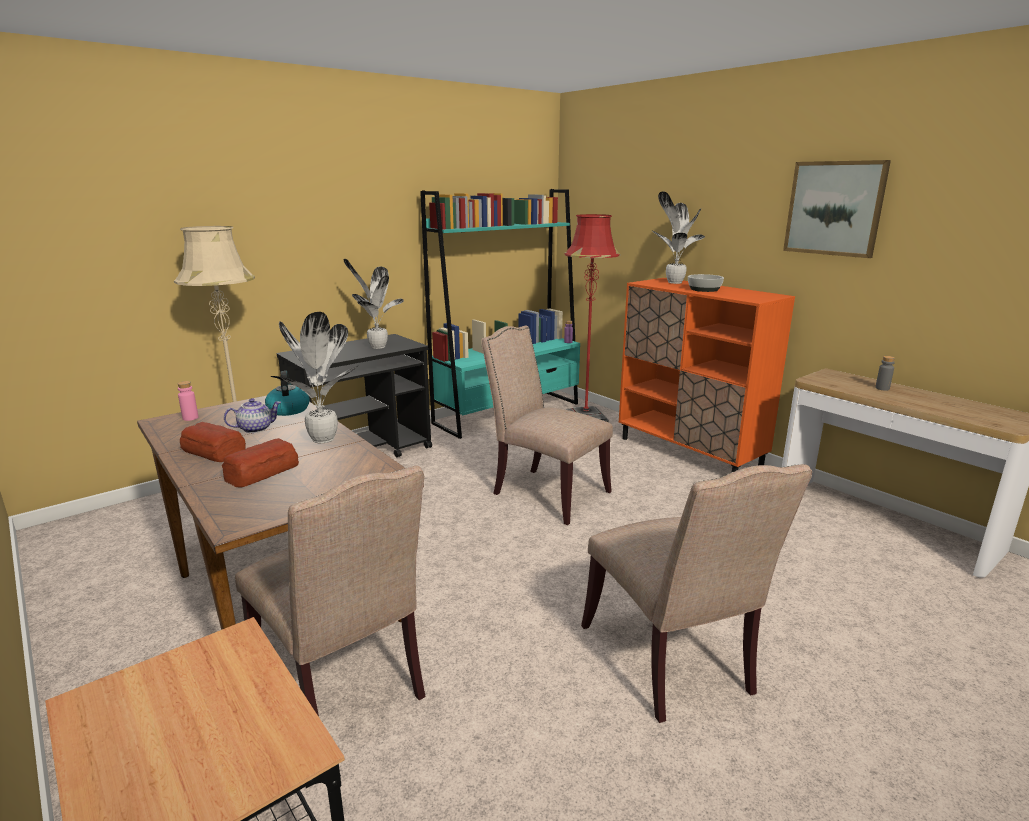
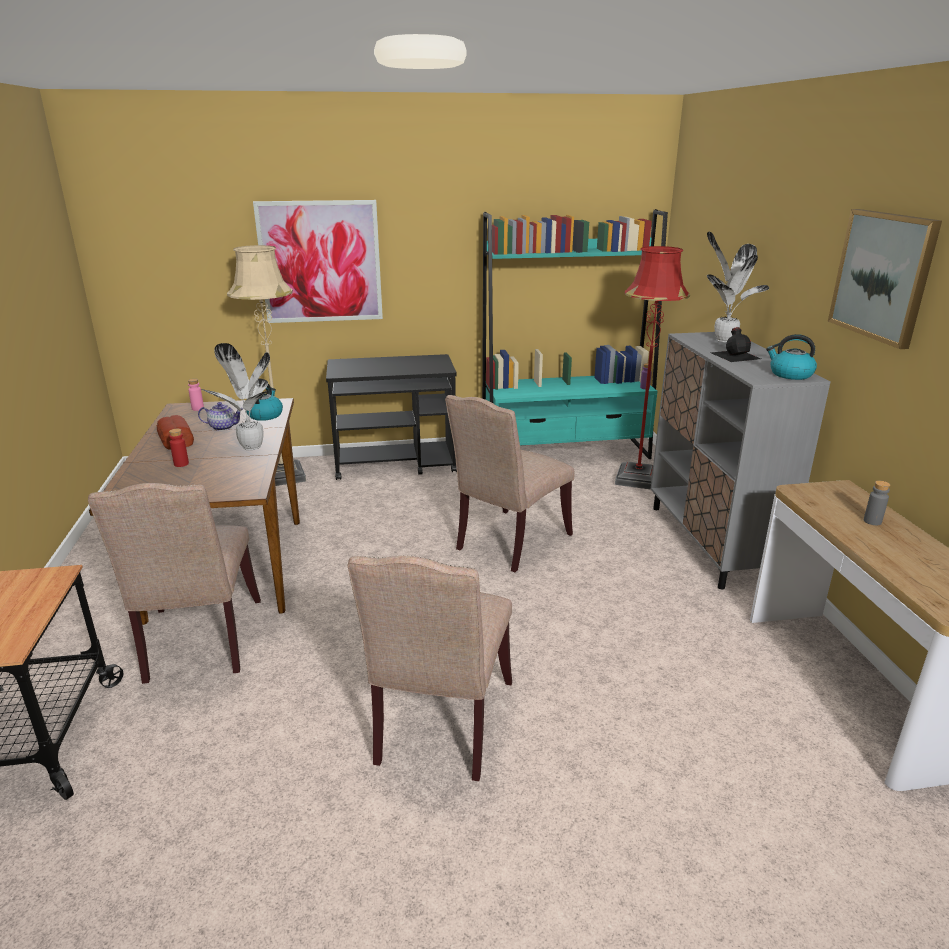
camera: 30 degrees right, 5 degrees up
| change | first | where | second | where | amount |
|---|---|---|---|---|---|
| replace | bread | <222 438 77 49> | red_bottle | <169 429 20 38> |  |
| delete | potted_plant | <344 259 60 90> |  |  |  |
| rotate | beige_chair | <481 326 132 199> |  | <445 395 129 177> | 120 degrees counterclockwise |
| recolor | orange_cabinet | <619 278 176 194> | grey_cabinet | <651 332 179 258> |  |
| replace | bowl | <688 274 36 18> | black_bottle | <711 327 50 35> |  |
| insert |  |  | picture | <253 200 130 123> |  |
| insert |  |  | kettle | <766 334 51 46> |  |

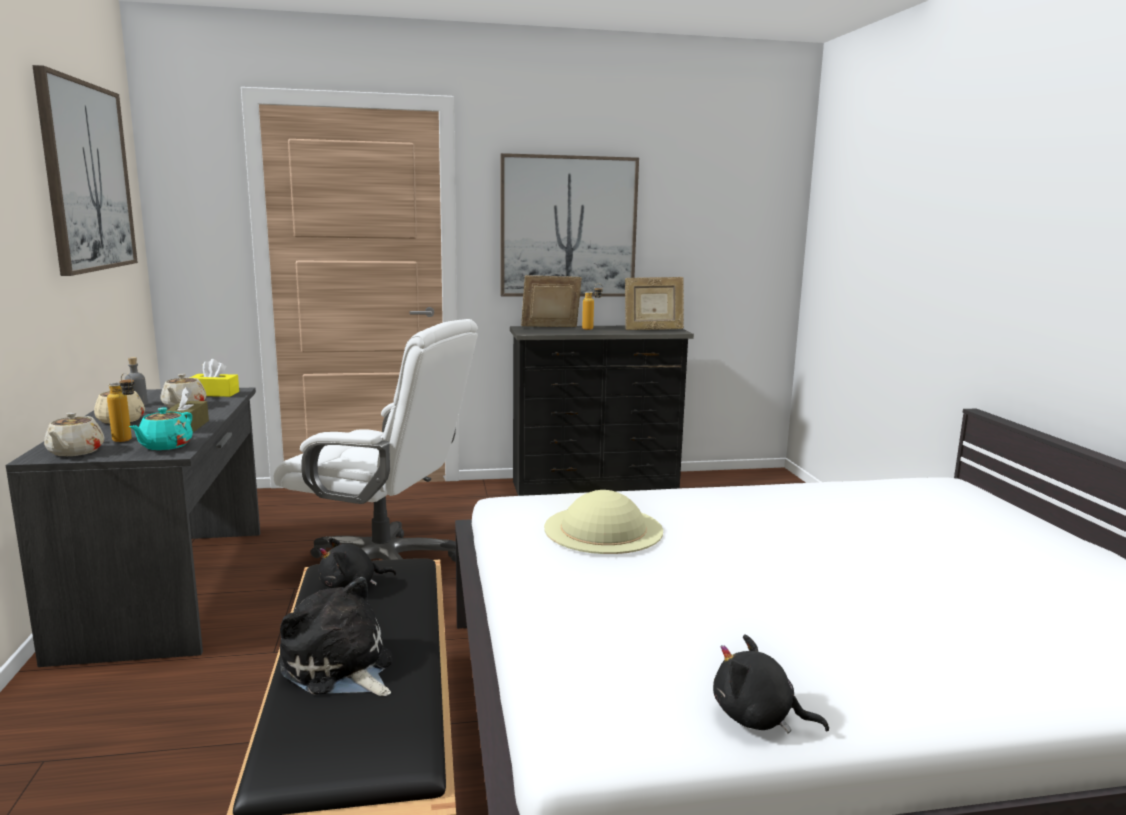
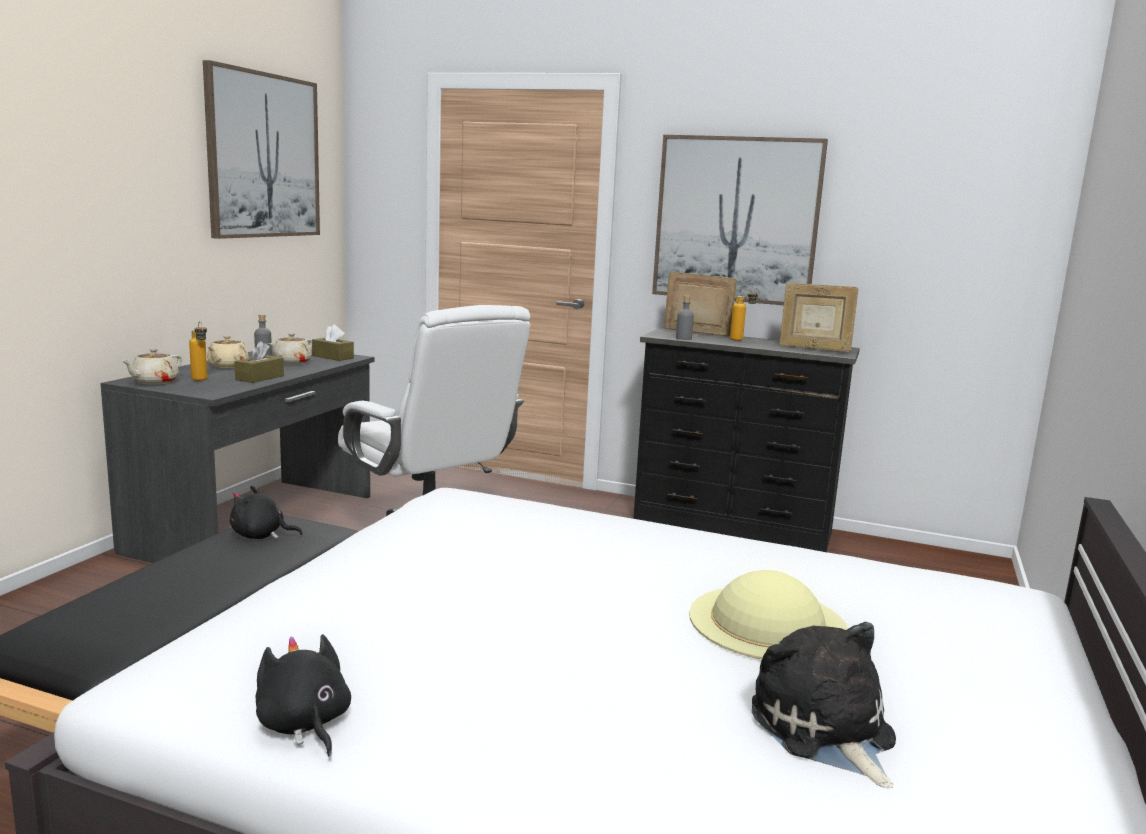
camera: 30 degrees right, 0 degrees up
| change | first | where | second | where | amount |
|---|---|---|---|---|---|
| delete | turquoise_teapot | <129 408 64 42> |  |  |  |
| recolor | yellow_tissue_box | <189 359 50 38> | brown_tissue_box | <312 324 42 37> |  |
| move | plush_toy | <280 577 113 119> |  | <752 622 144 166> |  |
| move | beige_hat | <544 490 119 64> |  | <689 570 159 89> |  |
| insert |  |  | grey_bottle | <676 295 18 45> |  |

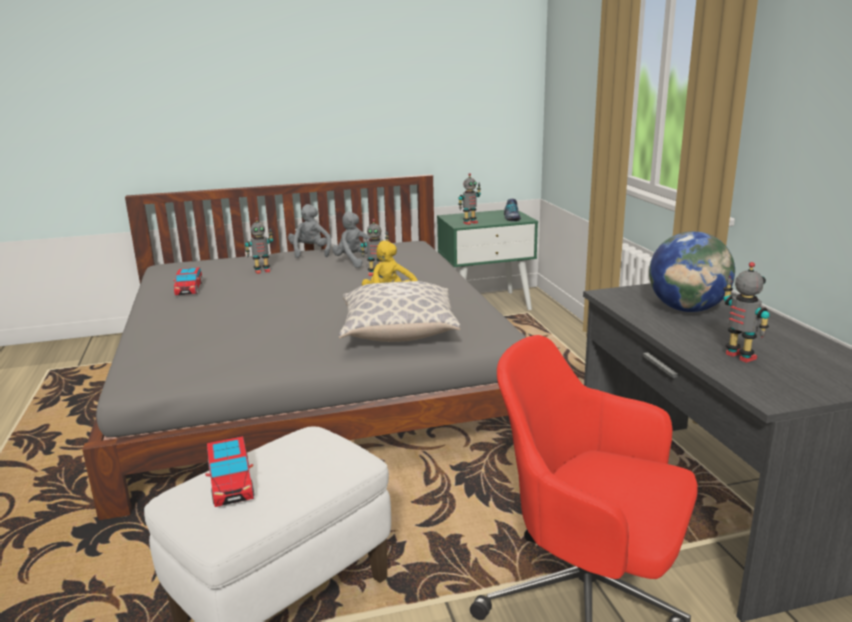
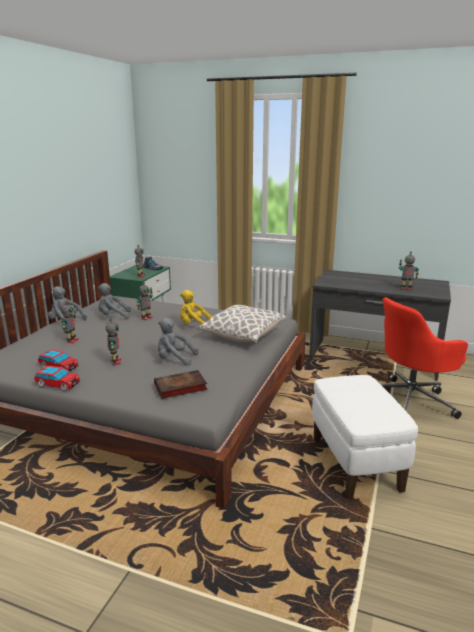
camera: 55 degrees left, 0 degrees up
| change | first | where | second | where | amount |
|---|---|---|---|---|---|
| move | toy_car | <205 436 49 71> |  | <34 366 46 25> |  |
| delete | globe | <649 231 86 81> |  |  |  |
| insert |  |  | toy_robot | <106 319 15 46> |  |
| insert |  |  | book | <154 370 53 29> |  |
| insert |  |  | grey_plush_toy | <158 318 40 48> |  |

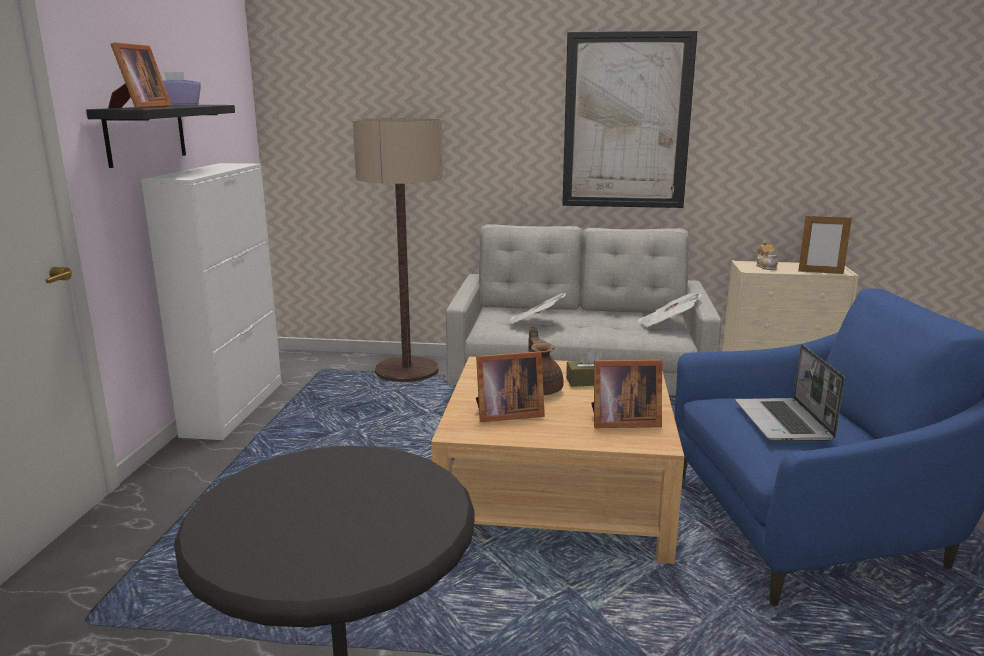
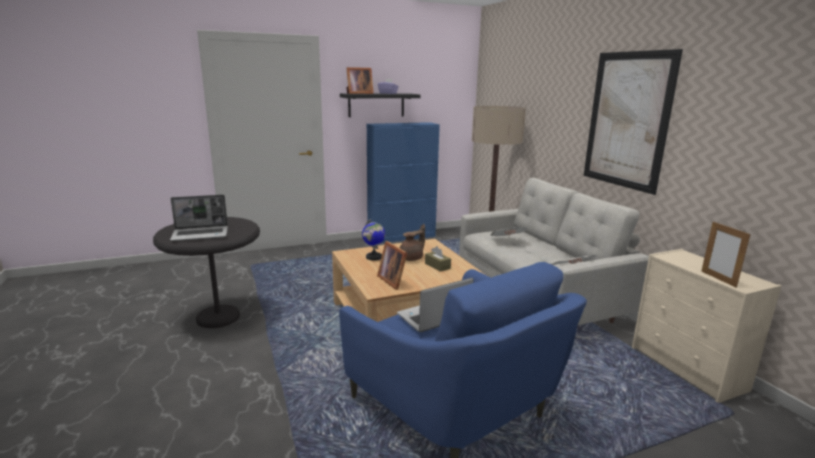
camera: 60 degrees right, 0 degrees up
| change | first | where | second | where | amount |
|---|---|---|---|---|---|
| recolor | white_cabinet | <141 163 141 277> | blue_cabinet | <367 122 73 121> |  |
| replace | picture_frame | <476 351 69 71> | globe | <362 219 23 42> |  |
| delete | teapot | <756 240 22 30> |  |  |  |
| insert |  |  | laptop | <170 195 58 46> |  |

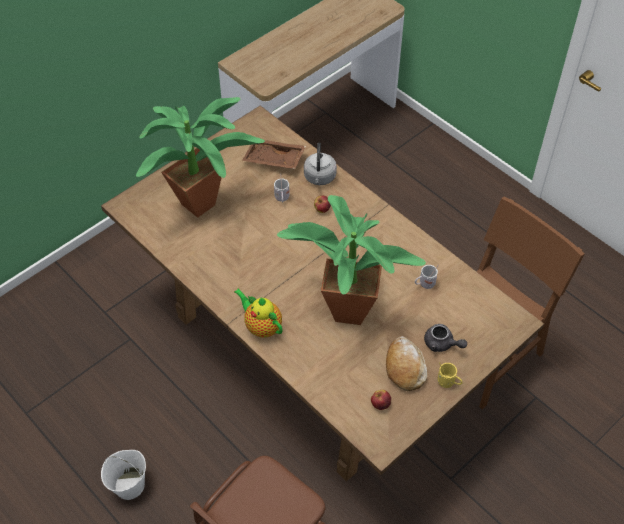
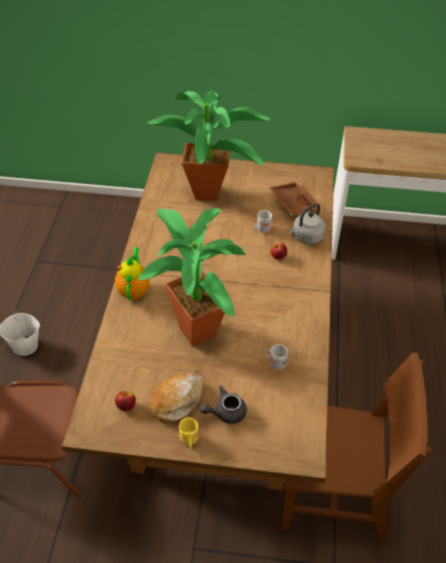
camera: 50 degrees right, 5 degrees down
| change | first | where | second | where | amount |
|---|---|---|---|---|---|
| rotate | grey_teapot | <424 324 43 28> |  | <200 385 47 39> | 75 degrees clockwise |

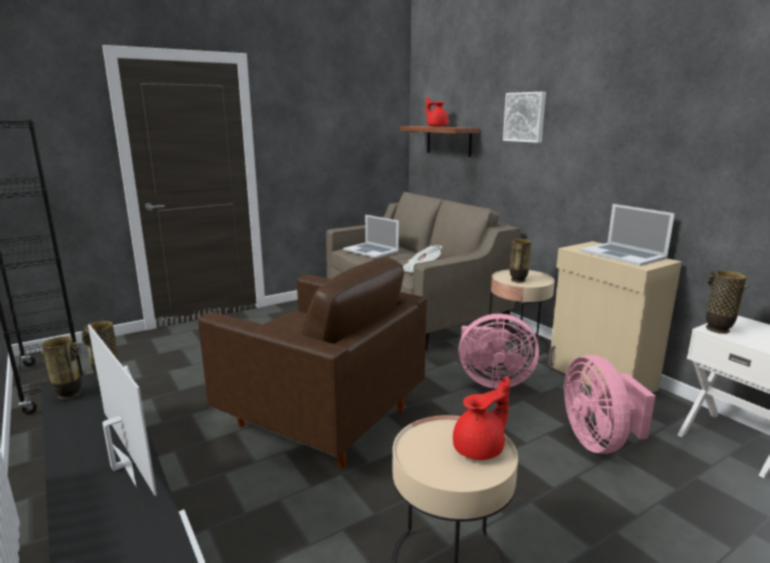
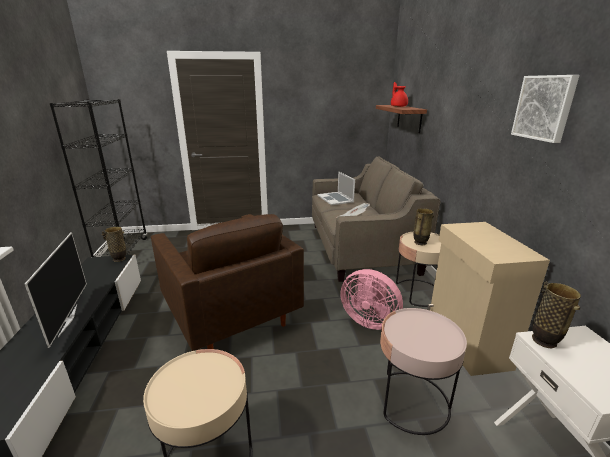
camera: 25 degrees right, 5 degrees up
| change | first | where | second | where | amount |
|---|---|---|---|---|---|
| delete | vase | <41 336 41 64> |  |  |  |
| delete | red_teapot | <453 377 57 83> |  |  |  |
| move | picture | <503 92 43 51> |  | <511 75 69 68> |  |
| replace | pink_fan | <564 355 91 99> | pink_side_table | <380 308 87 127> |  |
| delete | laptop | <580 204 95 62> |  |  |  |

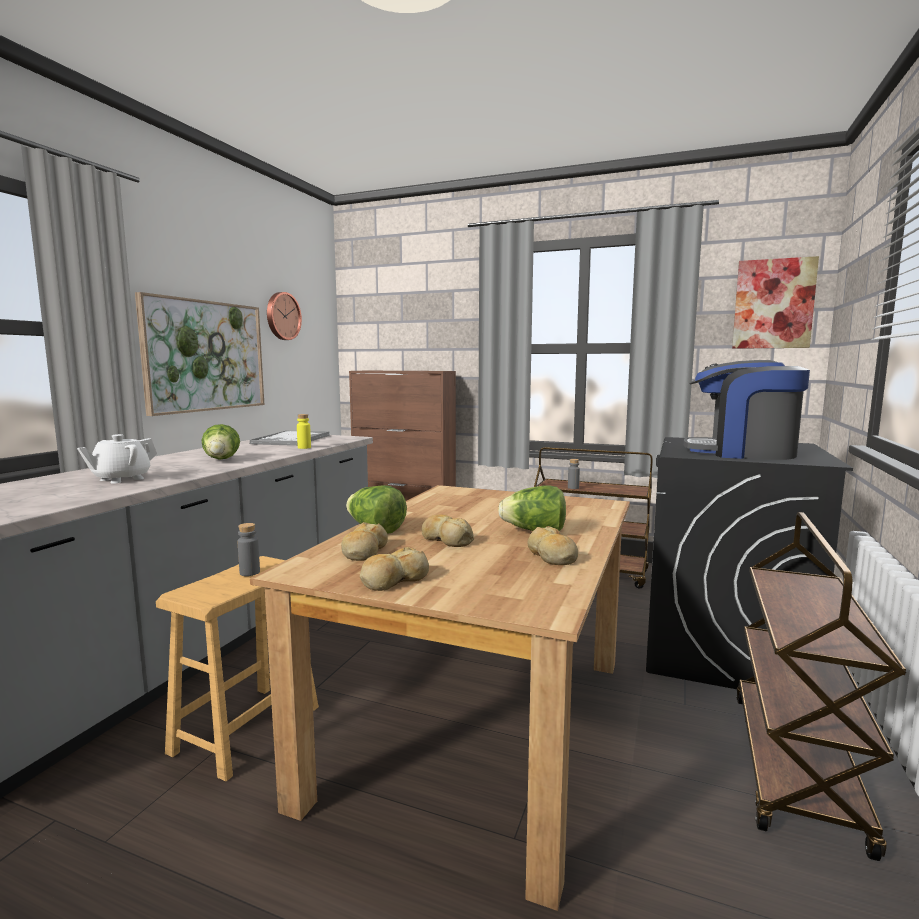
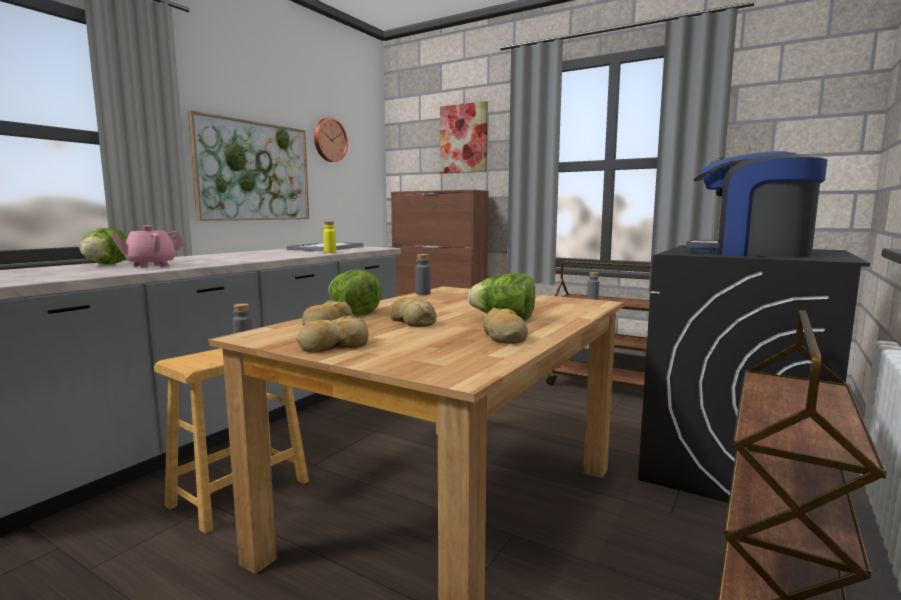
camera: 10 degrees right, 0 degrees up
| change | first | where | second | where | amount |
|---|---|---|---|---|---|
| recolor | white_teapot | <77 434 80 50> | pink_teapot | <111 225 73 42> |  |
| move | lettuce | <201 424 39 36> |  | <80 228 48 36> |  |
| move | picture | <732 256 87 93> |  | <440 101 48 73> |  |
| insert |  |  | grey_bottle | <415 254 16 41> |  |

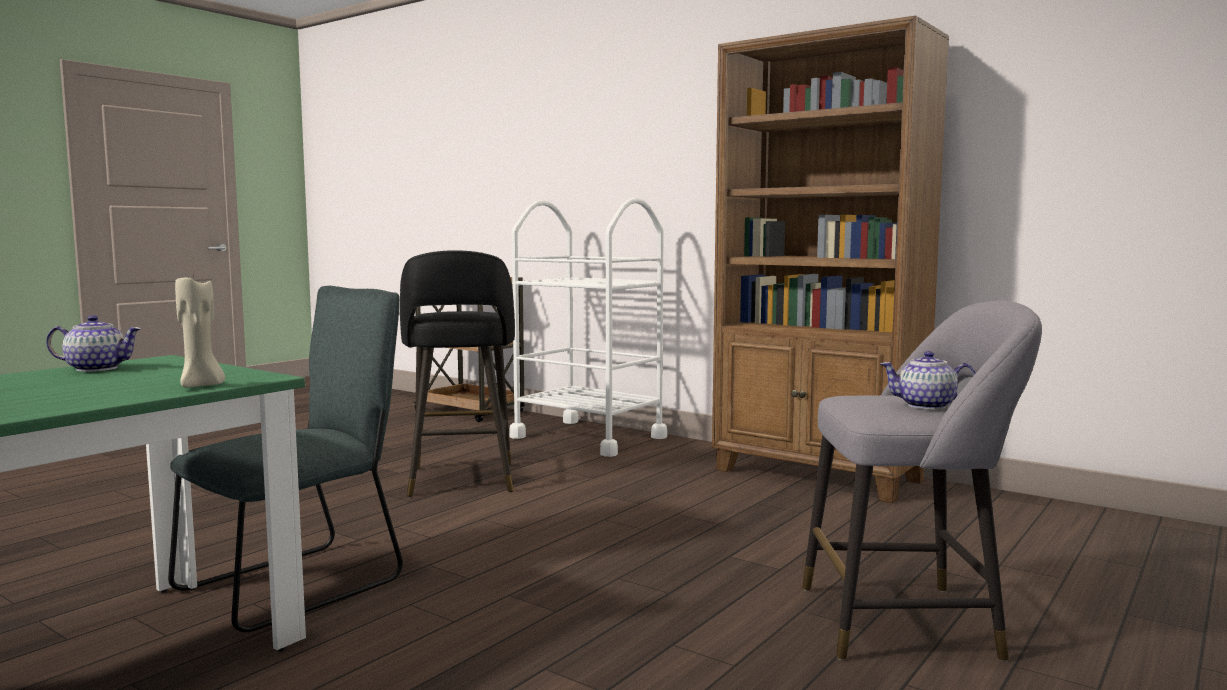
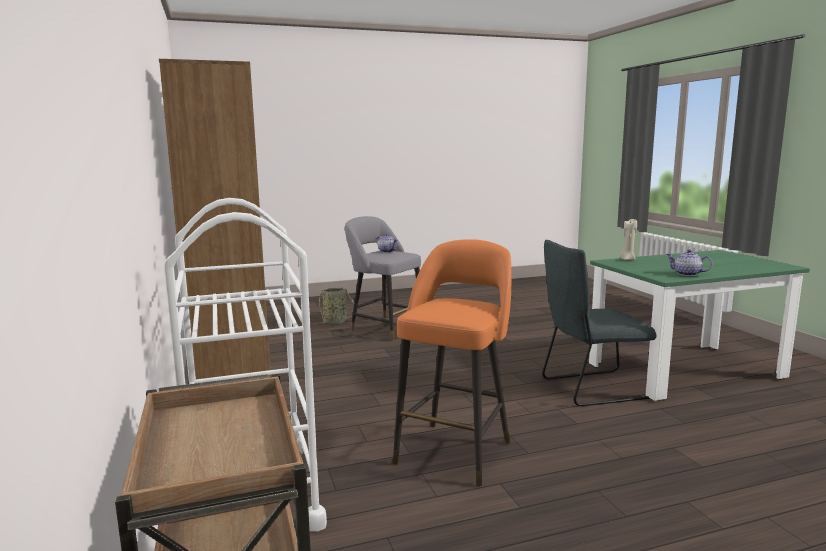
camera: 145 degrees left, 5 degrees up
| change | first | where | second | where | amount |
|---|---|---|---|---|---|
| recolor | black_stool | <400 250 115 247> | orange_stool | <393 239 118 248> |  |
| insert |  |  | basket | <315 288 49 37> |  |

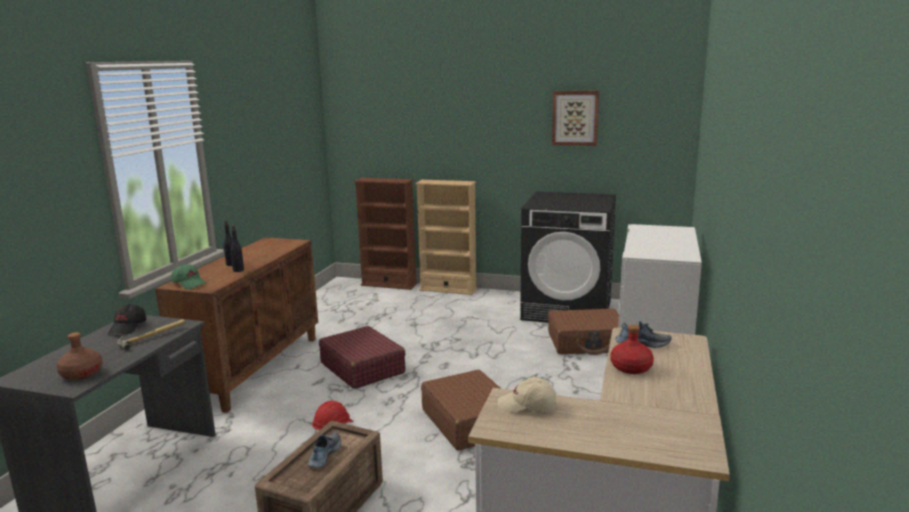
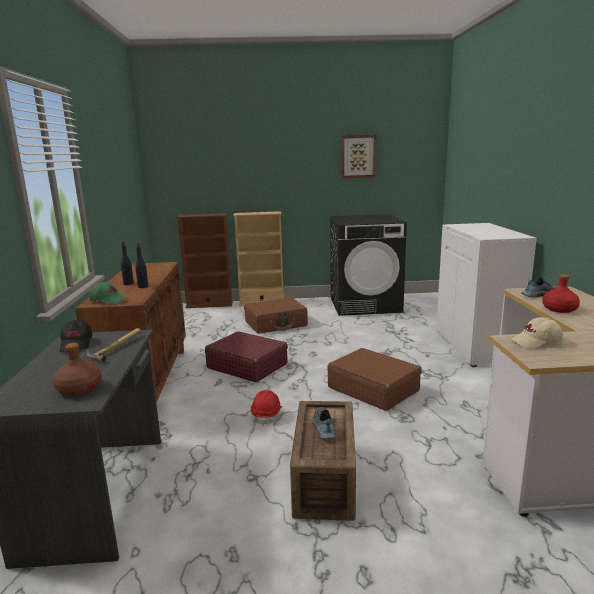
camera: 20 degrees left, 0 degrees up
| change | first | where | second | where | amount |
|---|---|---|---|---|---|
| move | brown_suitcase | <548 309 71 46> |  | <244 297 64 37> |  |

